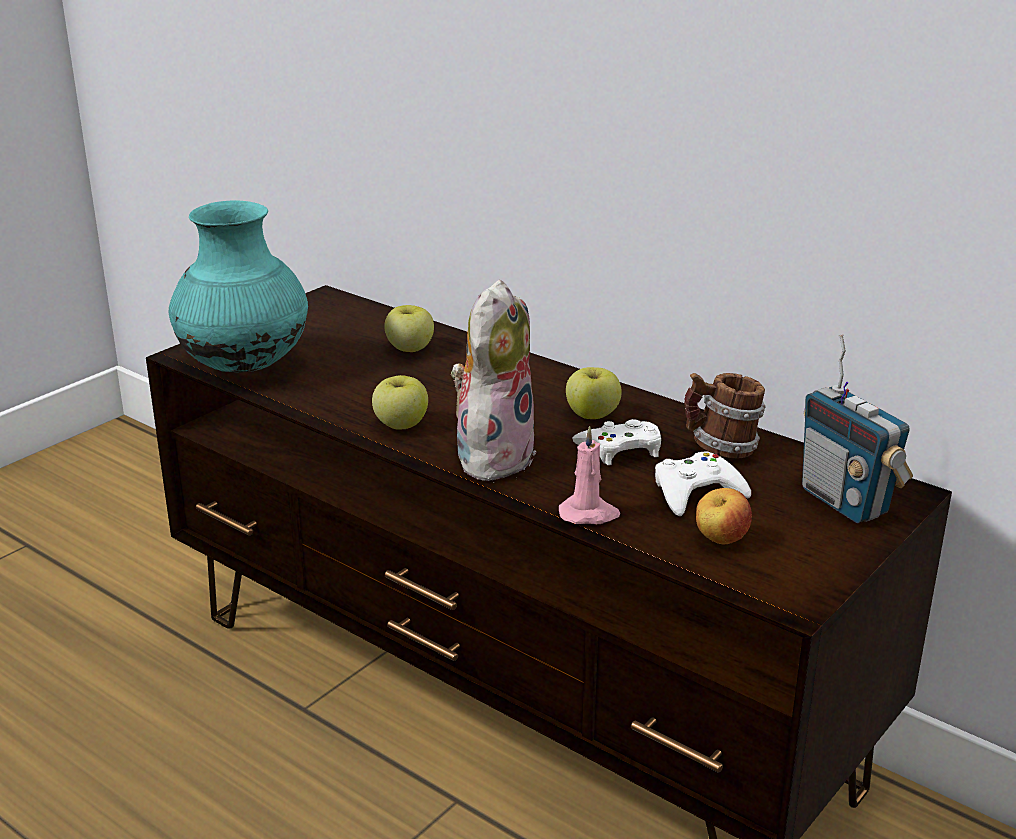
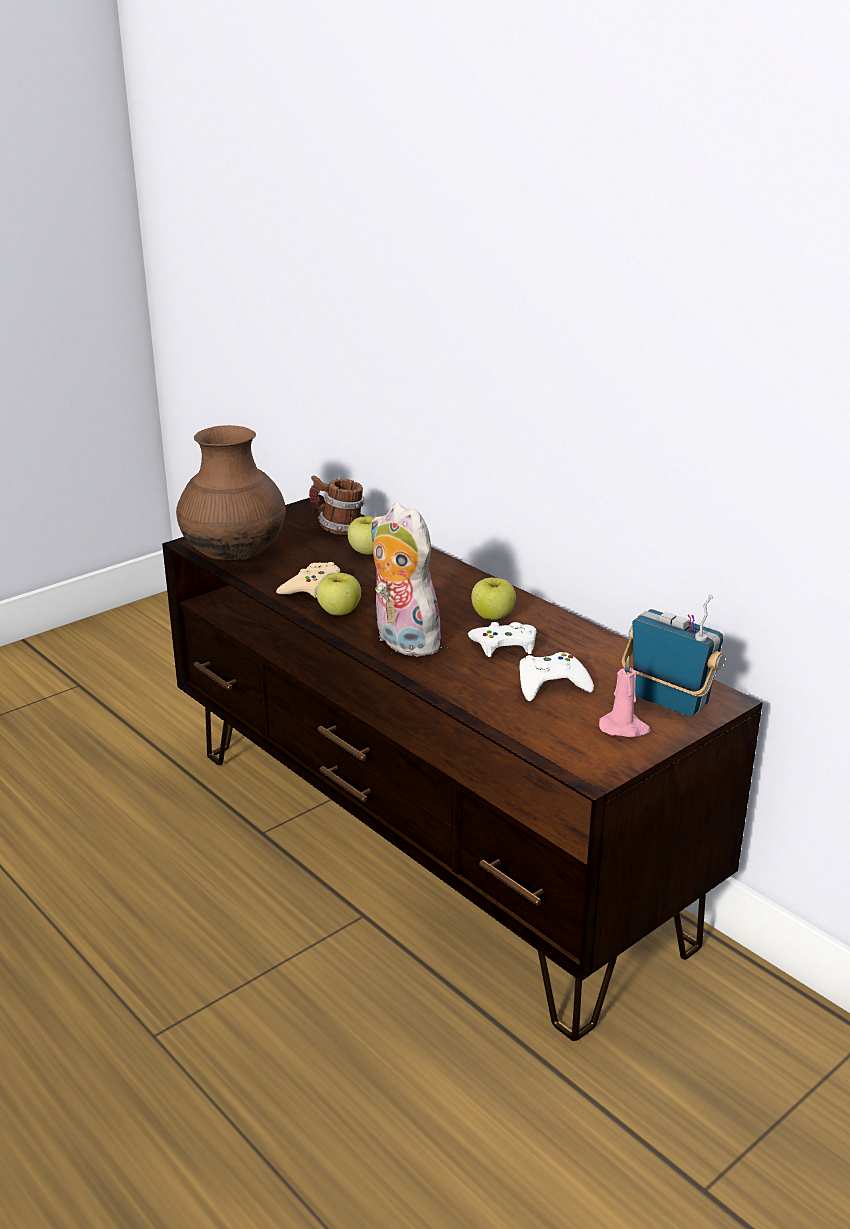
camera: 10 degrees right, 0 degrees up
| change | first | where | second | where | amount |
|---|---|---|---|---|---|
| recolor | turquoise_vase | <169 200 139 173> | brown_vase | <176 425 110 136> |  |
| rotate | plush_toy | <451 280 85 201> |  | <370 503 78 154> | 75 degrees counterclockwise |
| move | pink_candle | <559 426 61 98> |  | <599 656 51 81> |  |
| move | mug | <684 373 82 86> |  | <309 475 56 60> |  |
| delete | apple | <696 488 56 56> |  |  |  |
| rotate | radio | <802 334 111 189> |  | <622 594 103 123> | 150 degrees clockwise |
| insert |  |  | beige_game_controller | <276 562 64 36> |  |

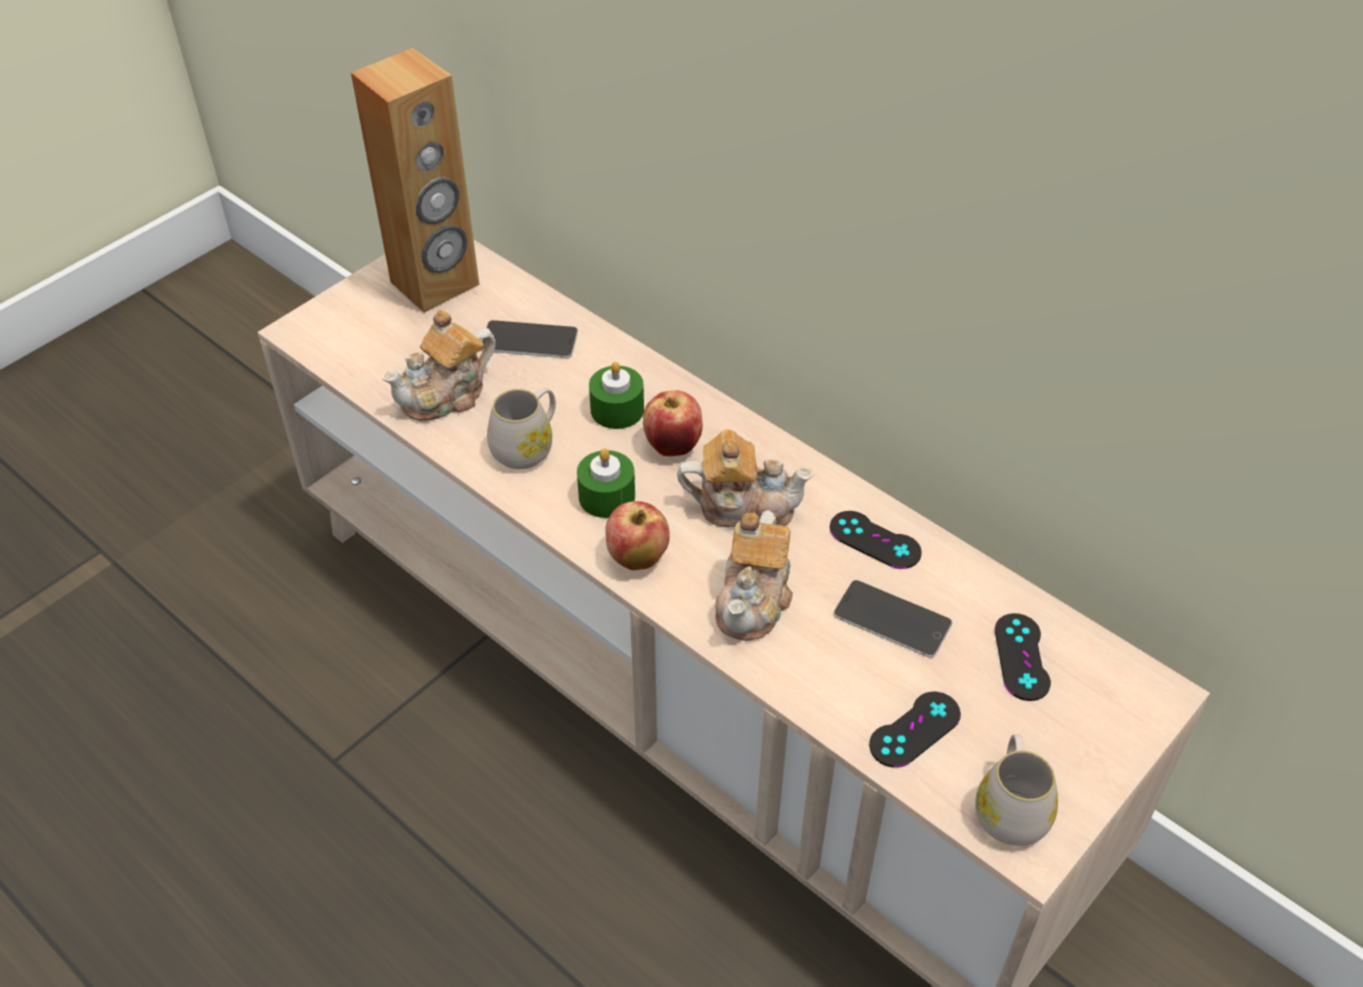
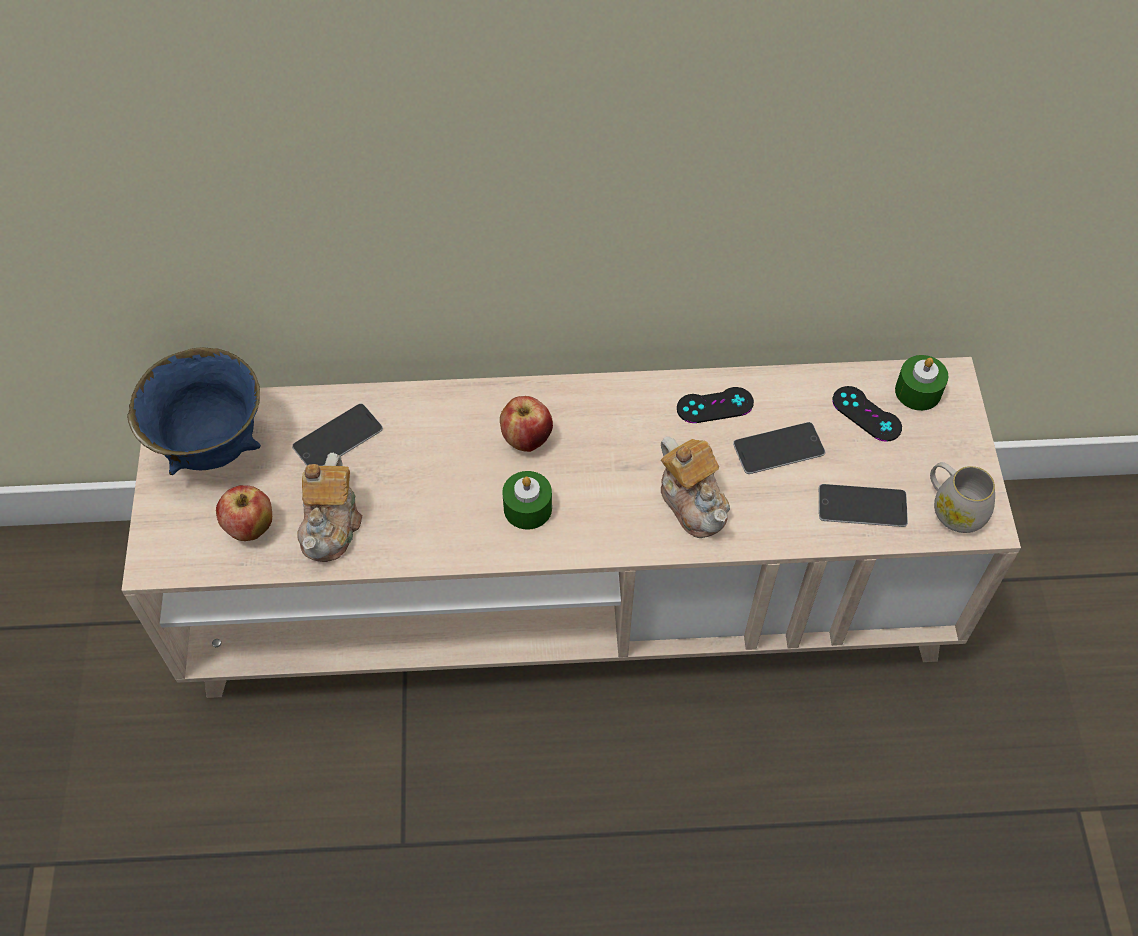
camera: 45 degrees left, 10 degrees up
| change | first | where | second | where | amount |
|---|---|---|---|---|---|
| replace | brown_speaker | <351 48 128 265> | blue_bowl | <127 347 134 128> |  |
| delete | white_mug | <487 388 69 81> |  |  |  |
| move | green_candle | <589 362 55 67> |  | <895 355 53 56> |  |
| move | apple | <605 501 65 69> |  | <216 485 56 56> |  |
| delete | teapot | <677 429 137 98> |  |  |  |
| replace | black_game_controller | <869 692 92 76> | phone | <819 484 89 43> |  |

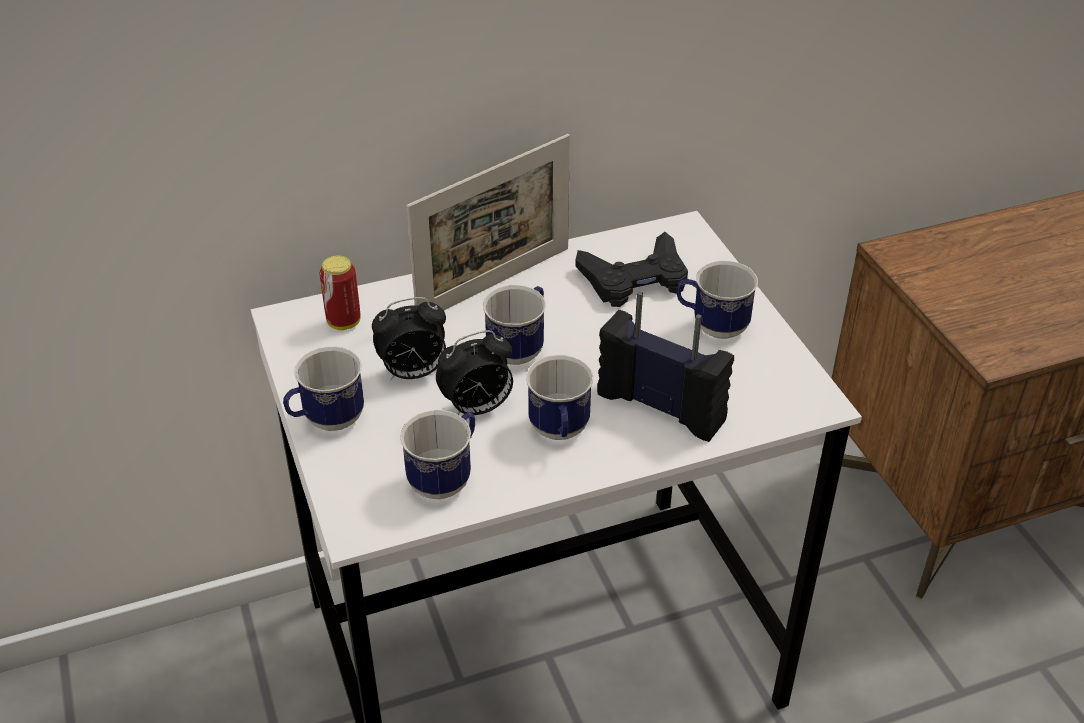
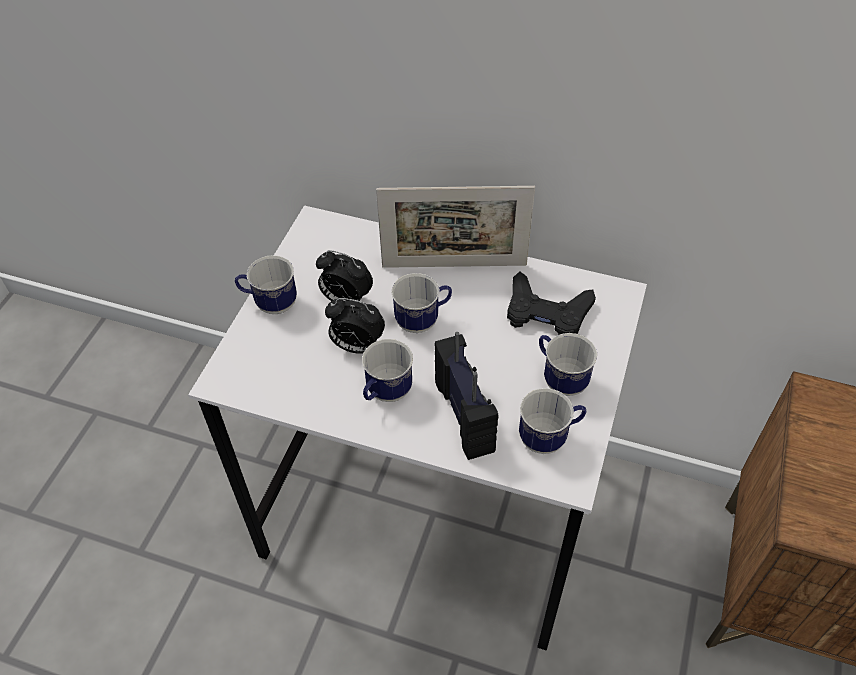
camera: 40 degrees right, 10 degrees up
| change | first | where | second | where | amount |
|---|---|---|---|---|---|
| delete | can | <319 255 42 75> |  |  |  |
| move | mug | <400 410 75 89> |  | <519 388 67 66> |  |

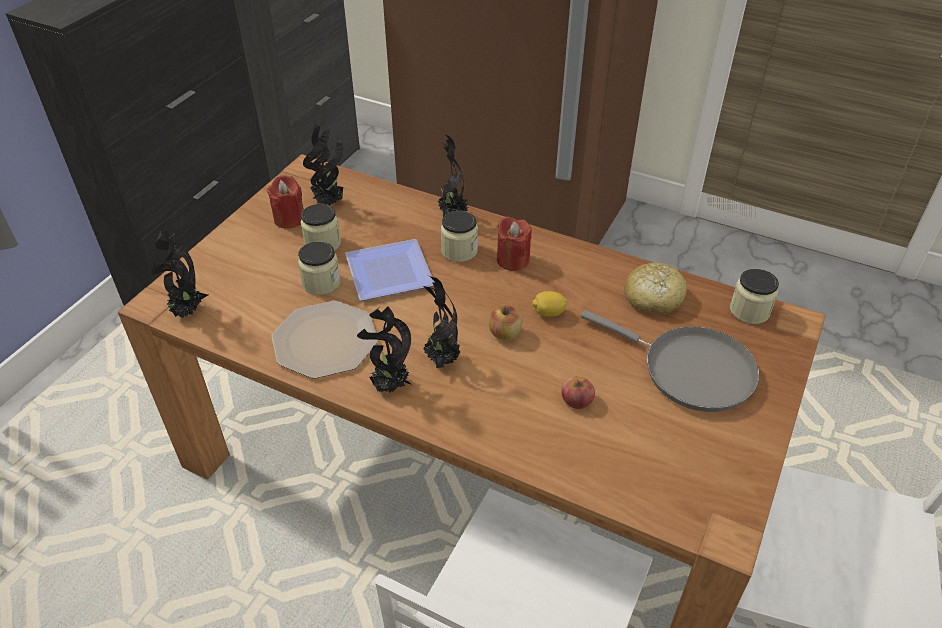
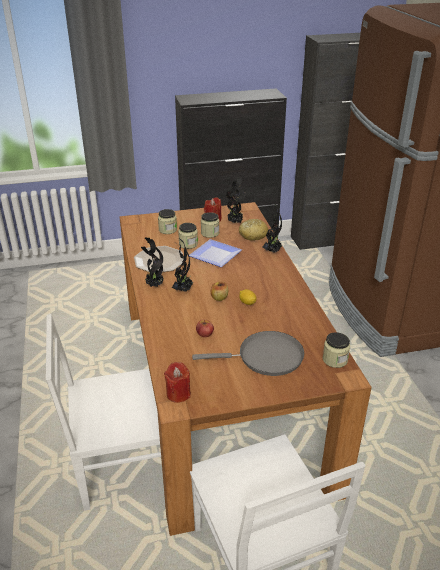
camera: 50 degrees right, 10 degrees down
| change | first | where | second | where | amount |
|---|---|---|---|---|---|
| delete | potted_plant | <152 230 56 88> |  |  |  |
| move | jar | <441 211 37 51> |  | <158 209 19 25> |  |
| move | red_candle | <497 216 35 55> |  | <164 362 27 41> |  |
| rotate | grey_frying_pan | <581 310 178 102> |  | <192 331 112 45> | 90 degrees counterclockwise |
| move | bread | <624 263 63 51> |  | <239 219 29 22> |  |

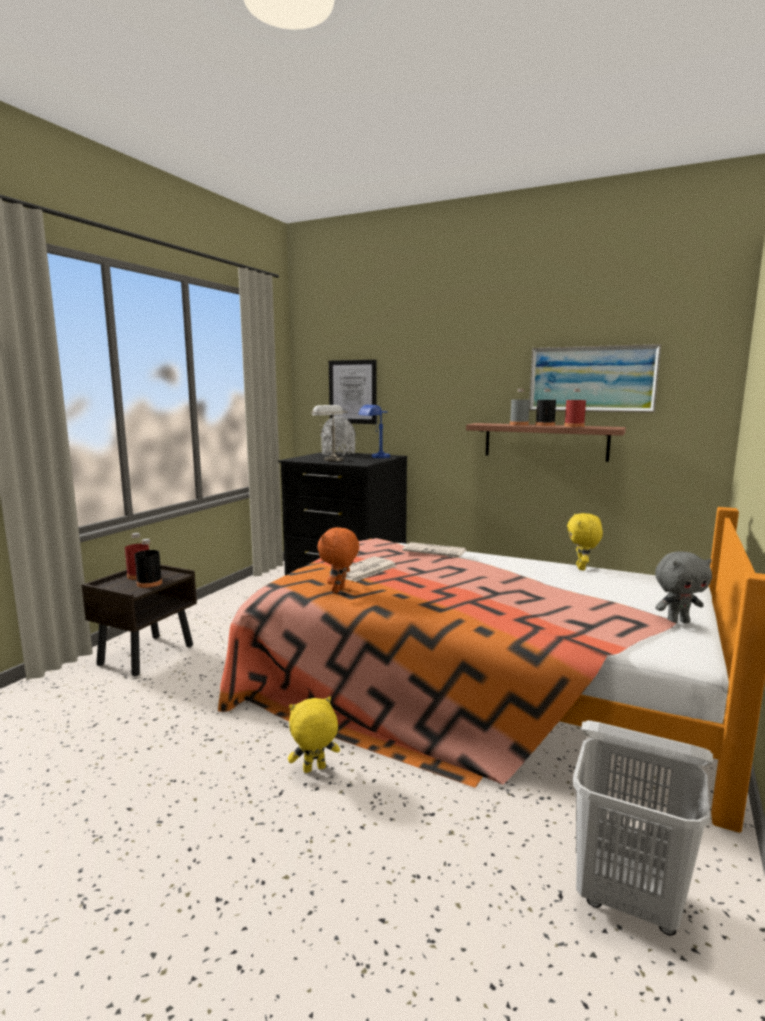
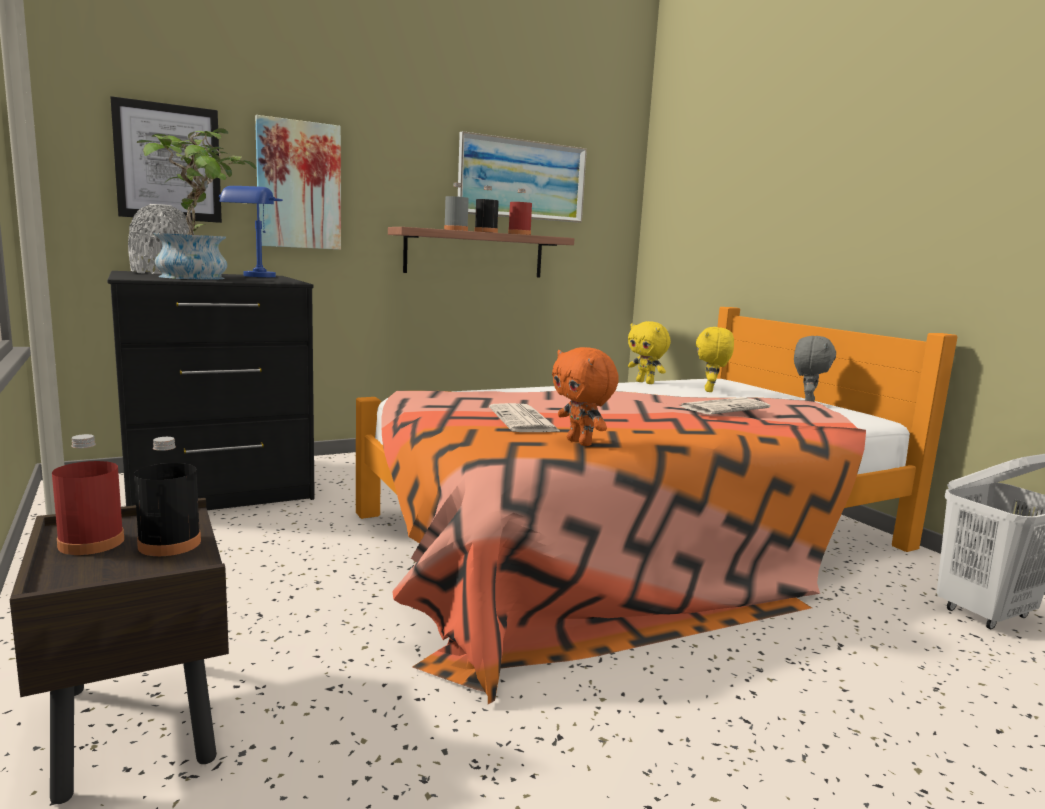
camera: 55 degrees left, 0 degrees up
| change | first | where | second | where | amount |
|---|---|---|---|---|---|
| move | yellow_plush_toy | <288 697 52 76> |  | <696 327 38 65> |  |
| replace | grey_table_lamp | <311 405 37 56> | potted_plant | <136 128 120 152> |  |
| move | newspaper | <403 542 63 15> |  | <678 397 92 17> |  |
| insert |  |  | picture | <255 115 86 135> |  |

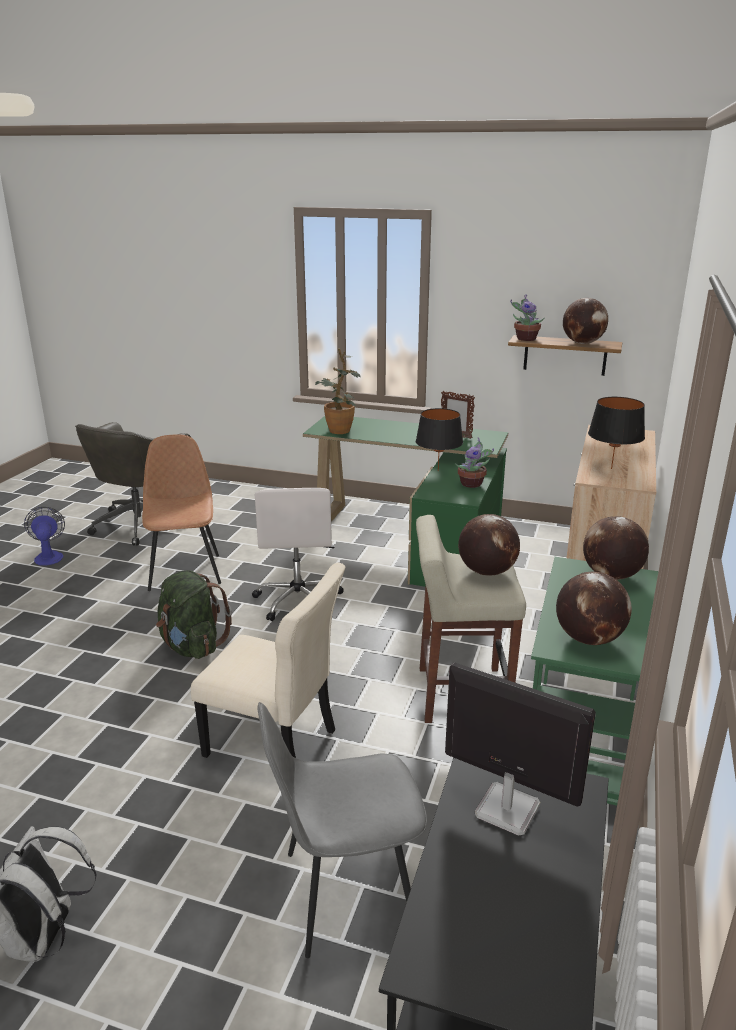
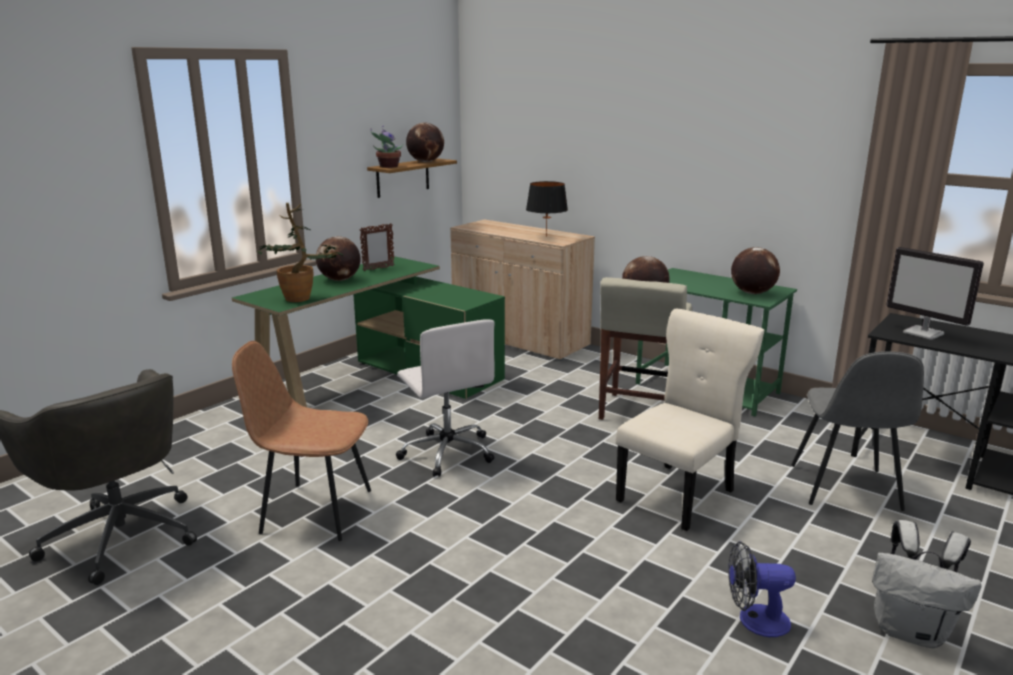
camera: 70 degrees left, 5 degrees down
| change | first | where | second | where | amount |
|---|---|---|---|---|---|
| move | fan | <24 507 41 59> |  | <728 541 68 96> |  |
| delete | green_backpack | <156 570 76 89> |  |  |  |
| rotate | white_office_chair | <252 488 92 133> |  | <396 319 99 158> | 45 degrees clockwise |
| delete | black_table_lamp | <416 408 47 63> |  |  |  |
| rotate | monitor | <445 662 151 174> |  | <886 247 98 93> | 90 degrees counterclockwise |
| delete | potted_plant | <455 438 39 50> |  |  |  |
| move | globe | <583 516 66 64> |  | <316 236 45 45> |  |

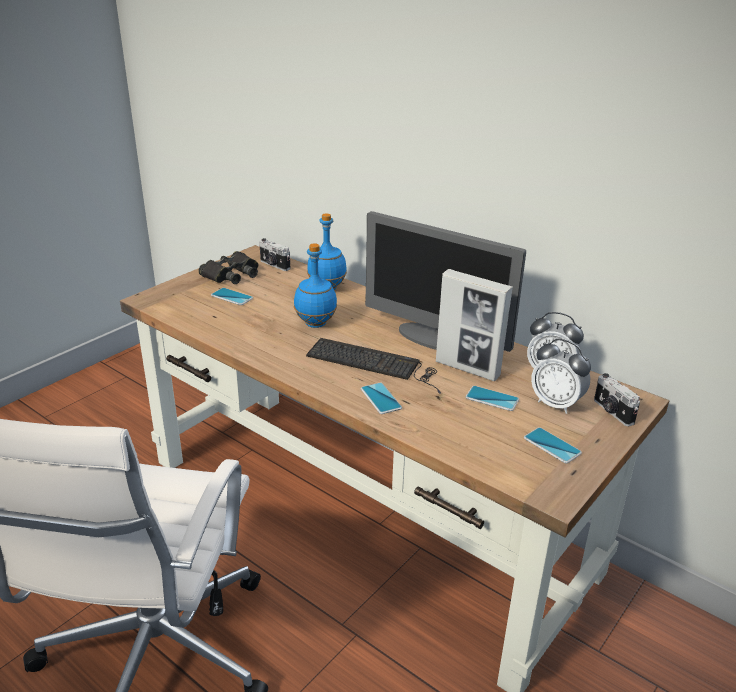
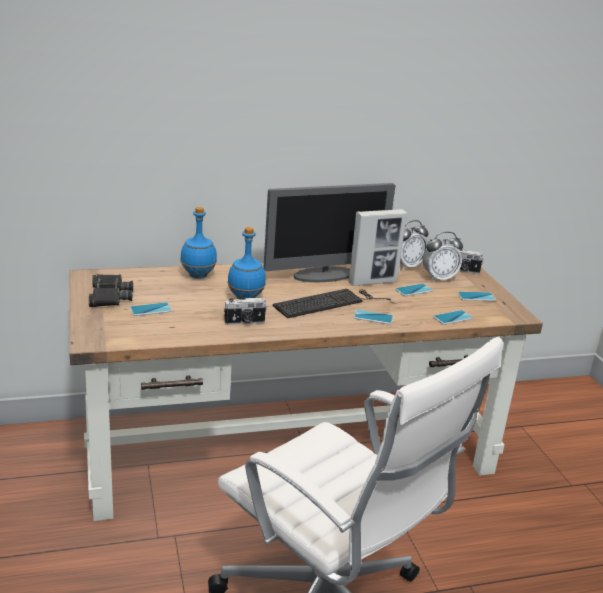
camera: 55 degrees left, 5 degrees down
| change | first | where | second | where | amount |
|---|---|---|---|---|---|
| move | photo_camera | <259 238 31 33> |  | <223 298 44 27> |  |
| insert |  |  | phone | <433 310 40 15> |  |

